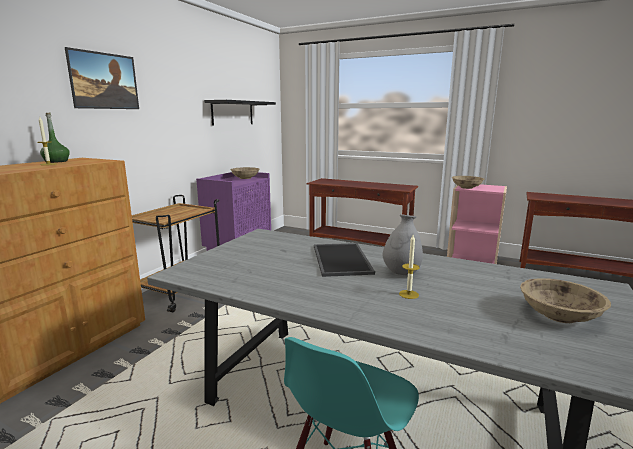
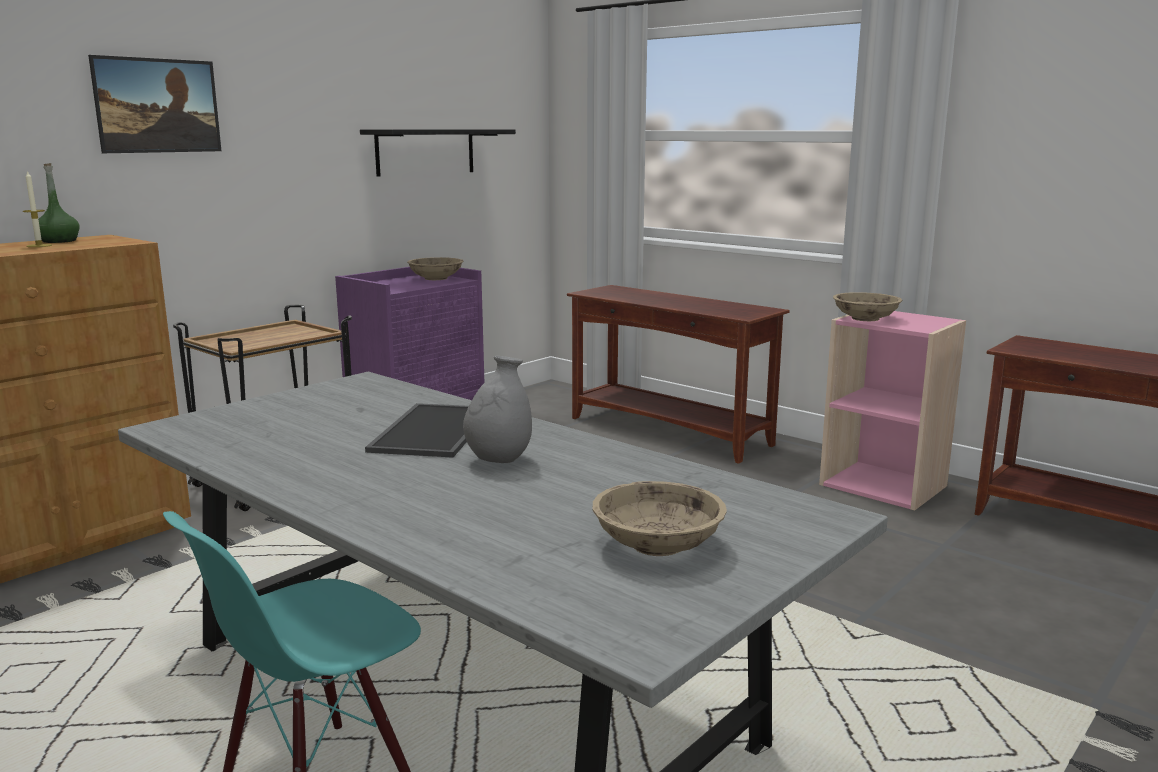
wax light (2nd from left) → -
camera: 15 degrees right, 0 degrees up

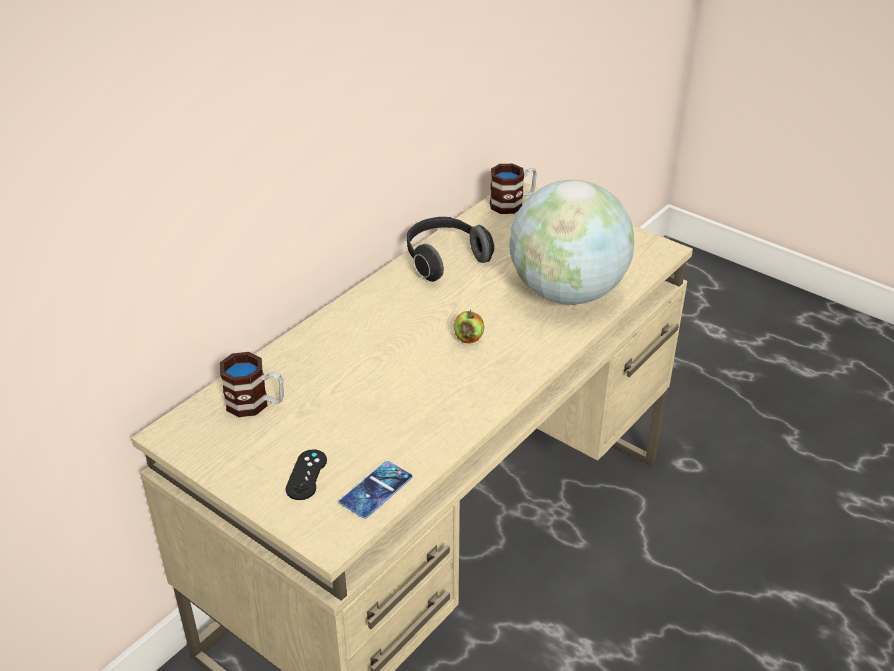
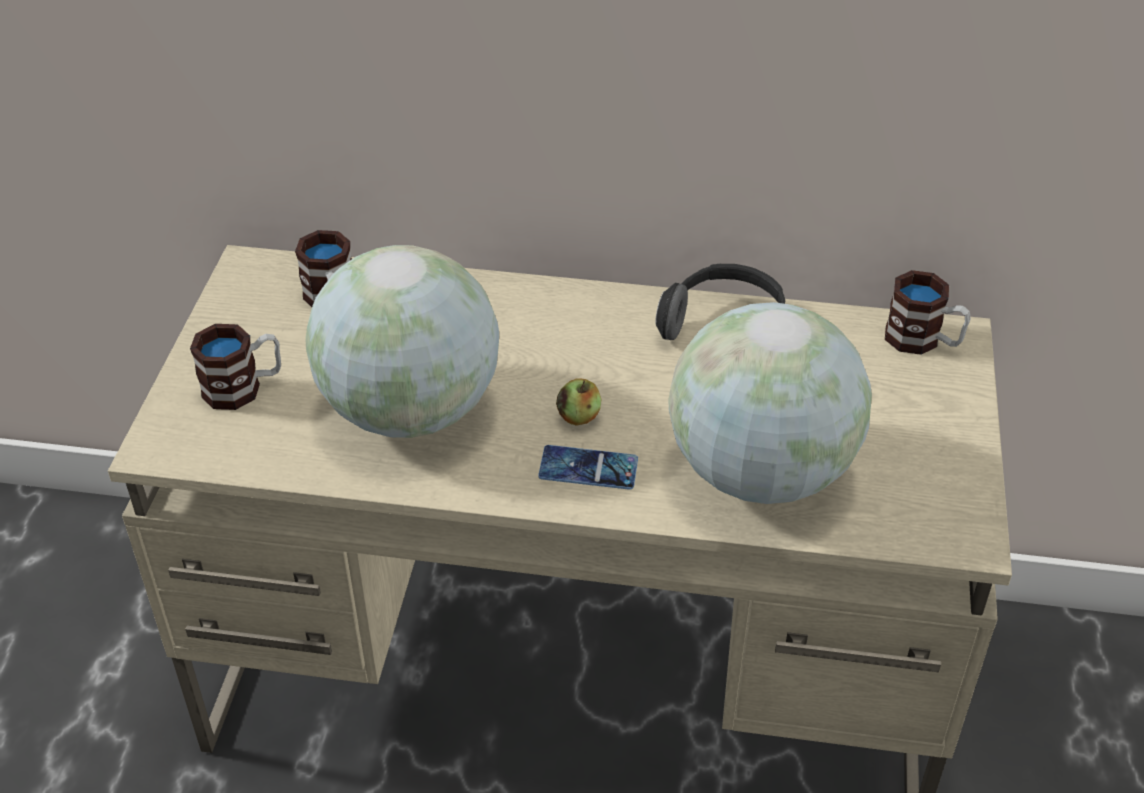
gamepad/black-coloured → tea mug (1st from left)
handset, moved
- → desk globe (1st from left)
camera: 60 degrees right, 5 degrees up

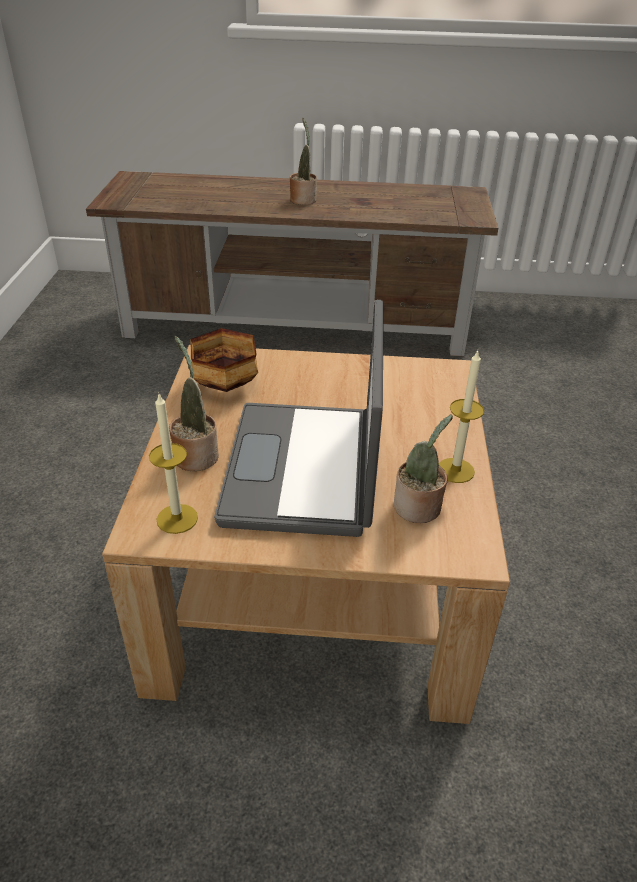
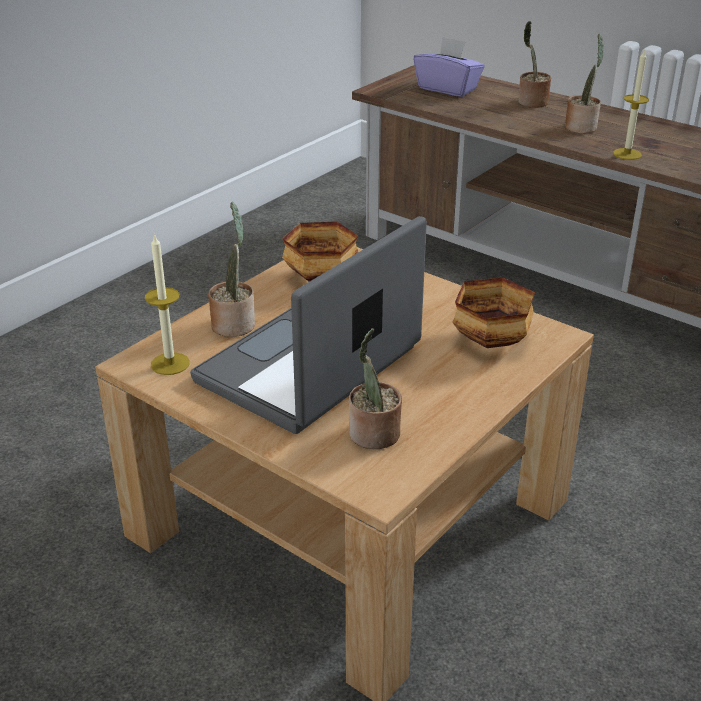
wax light (2nd from left), moved
- → potted plant (3rd from left)
- → tissue holder/purple-coloured
- → serving bowl (2nd from left)
camera: 35 degrees right, 5 degrees down

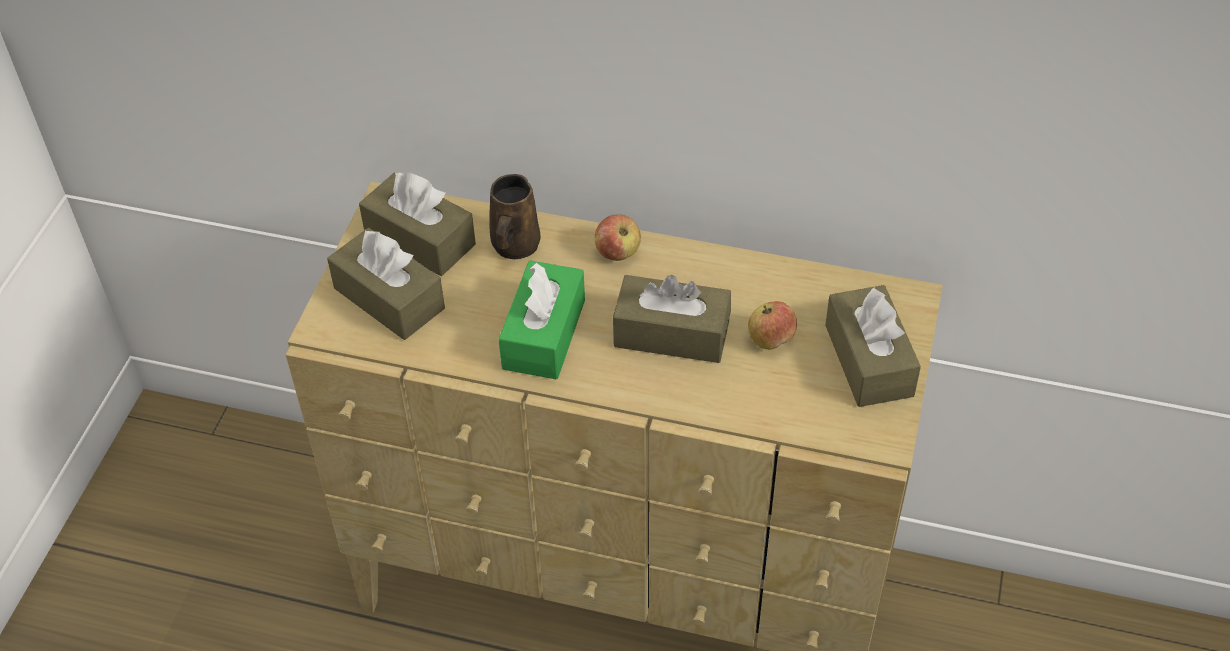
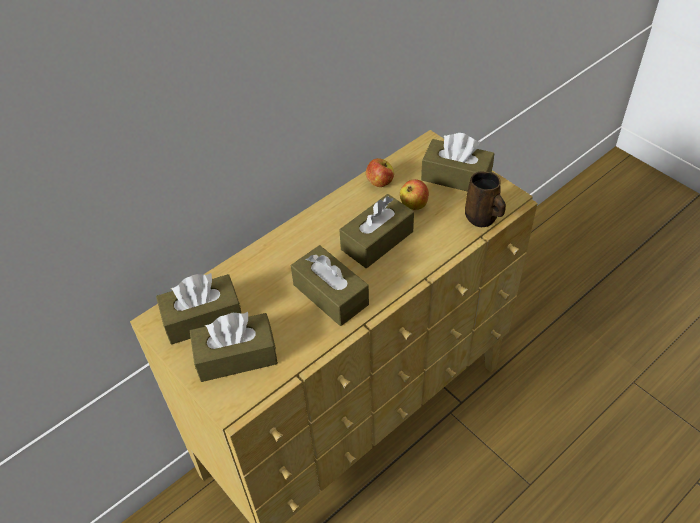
tea mug/brown-coloured, moved
apple (1st from left), moved
tissue holder/green-coloured → tissue holder/brown-coloured (3rd from left)
camera: 55 degrees left, 0 degrees up

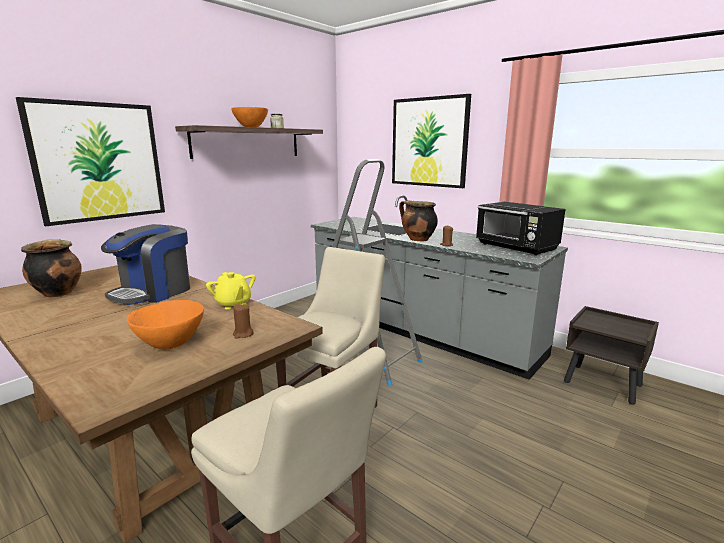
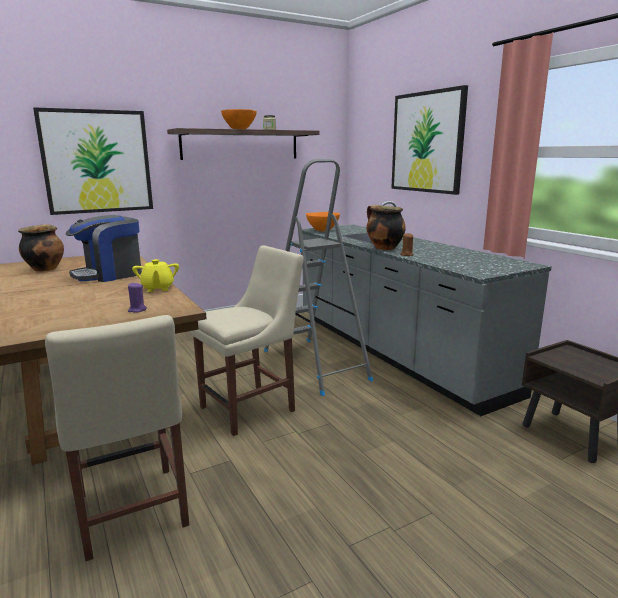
kitchen microwave/black-coloured → -
serving bowl/orange (1st from left in the first image) → serving bowl/orange (2nd from left), moved
wax light/brown-coloured (1st from left) → wax light/purple-coloured
camera: 20 degrees right, 0 degrees up

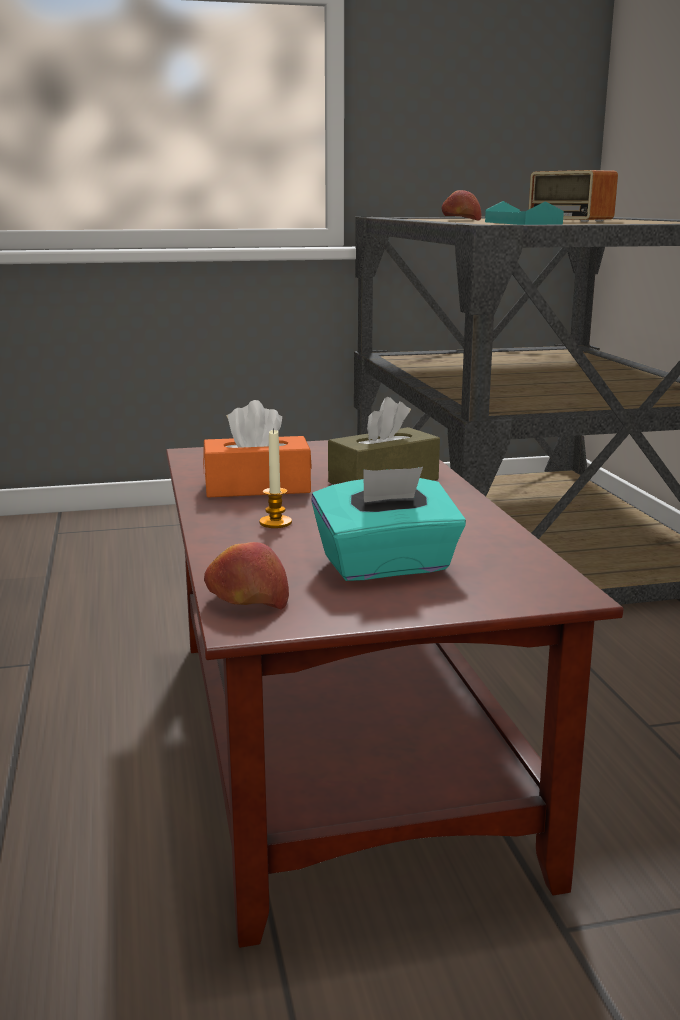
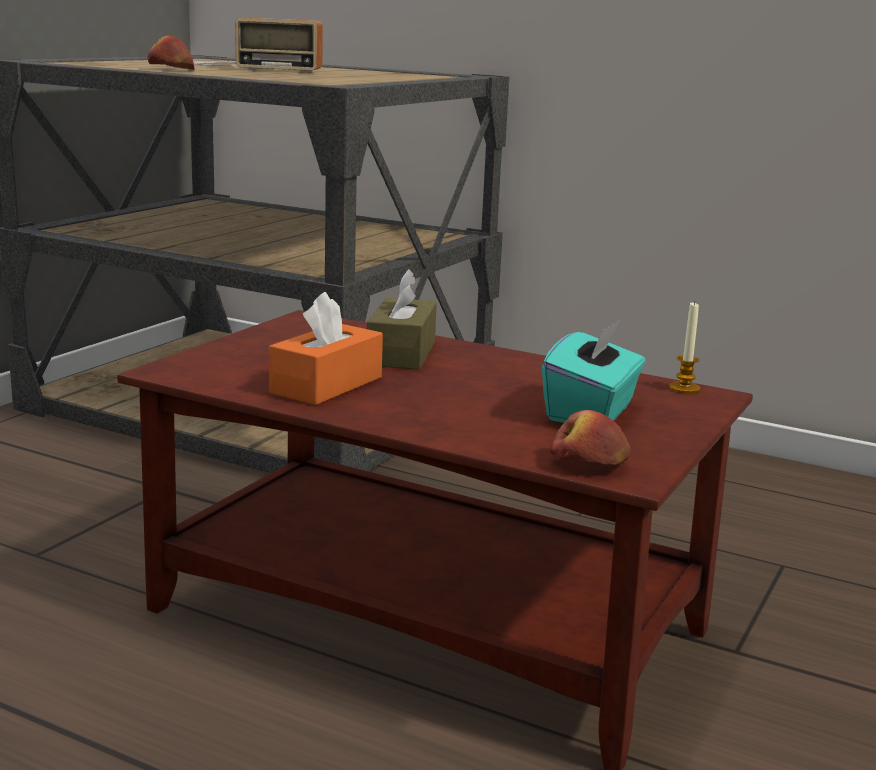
serving tray/turquoise-coloured → -
wax light, moved
camera: 50 degrees left, 0 degrees up

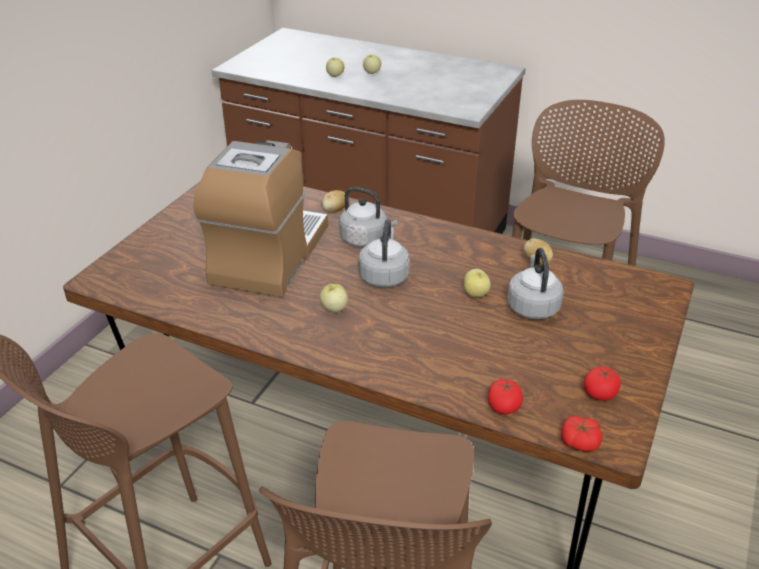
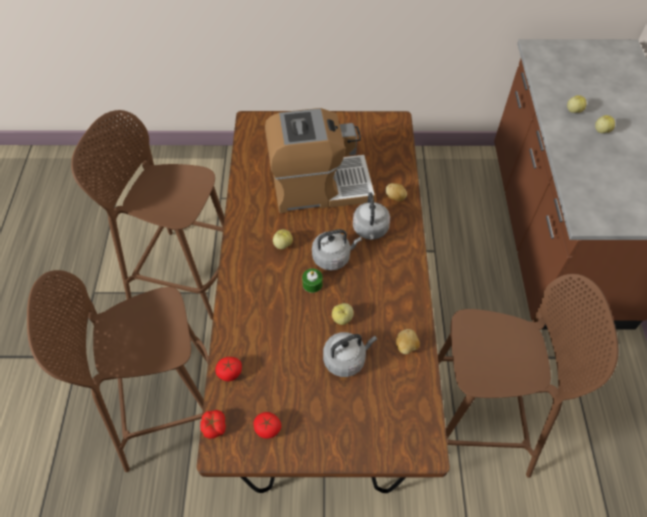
- → wax light/green-coloured
camera: 65 degrees right, 20 degrees up

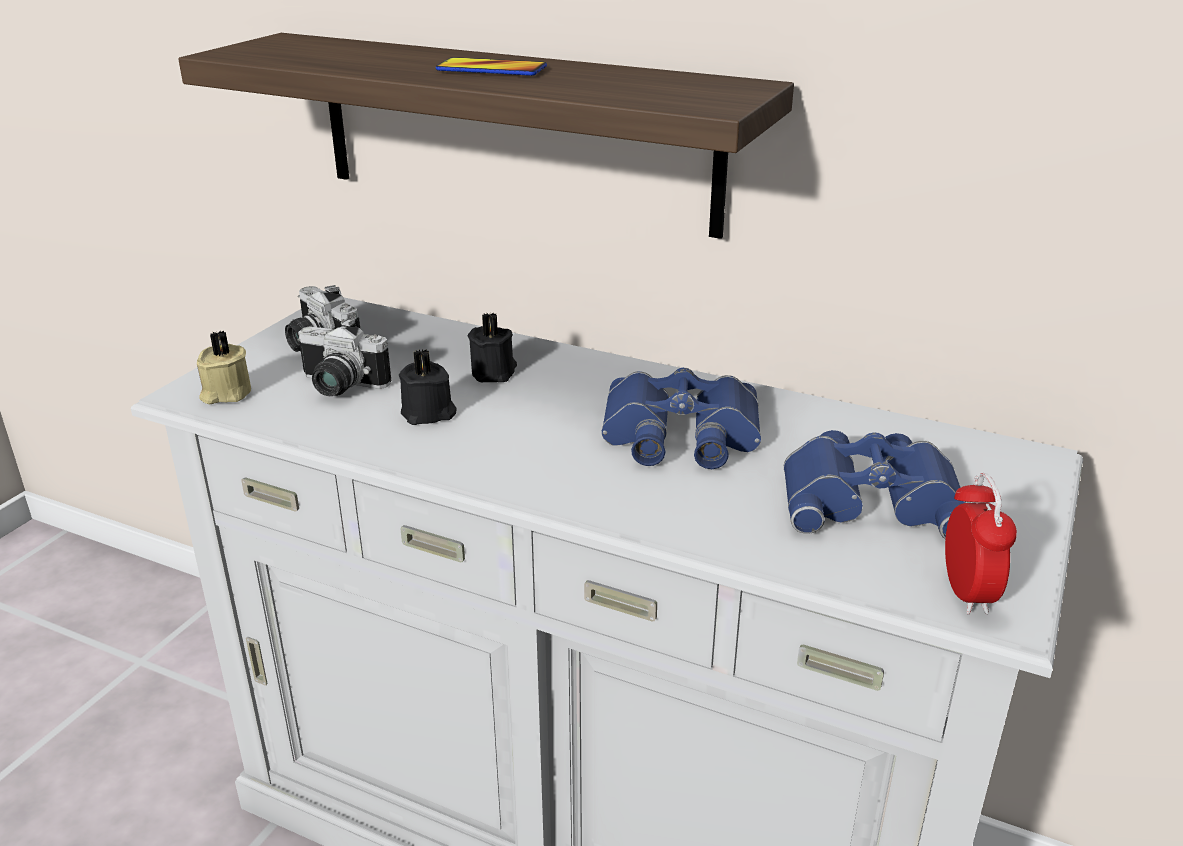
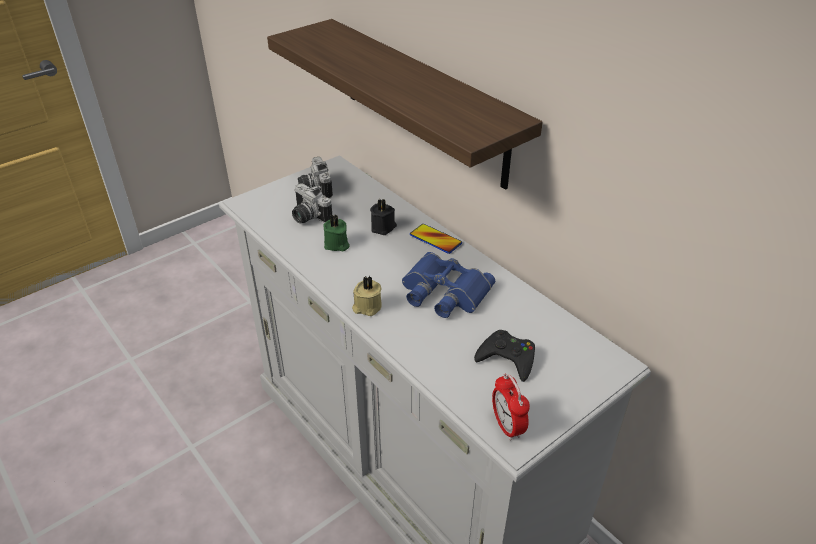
handset, moved
wax light/sand-coloured, moved
wax light/black-coloured (1st from left) → wax light/green-coloured
pair of binoculars/bluish (2nd from left) → gamepad/black-coloured
table clock, 135 degrees clockwise
camera: 25 degrees right, 10 degrees up

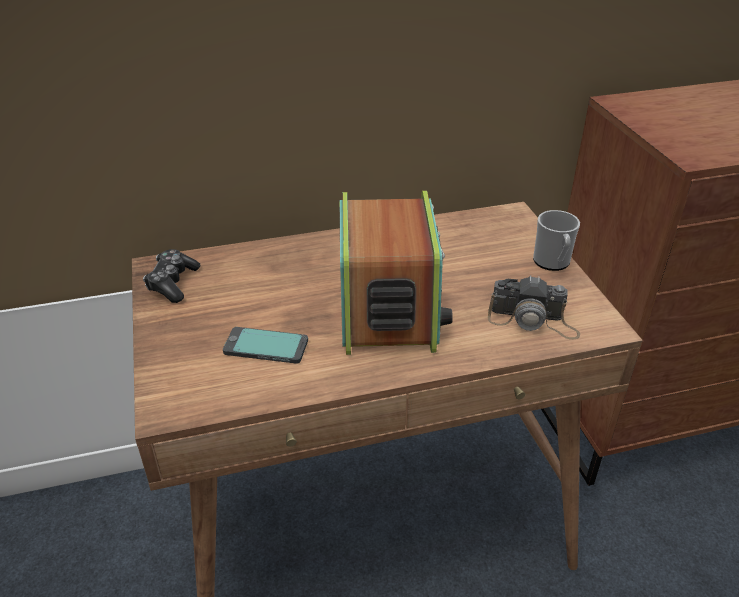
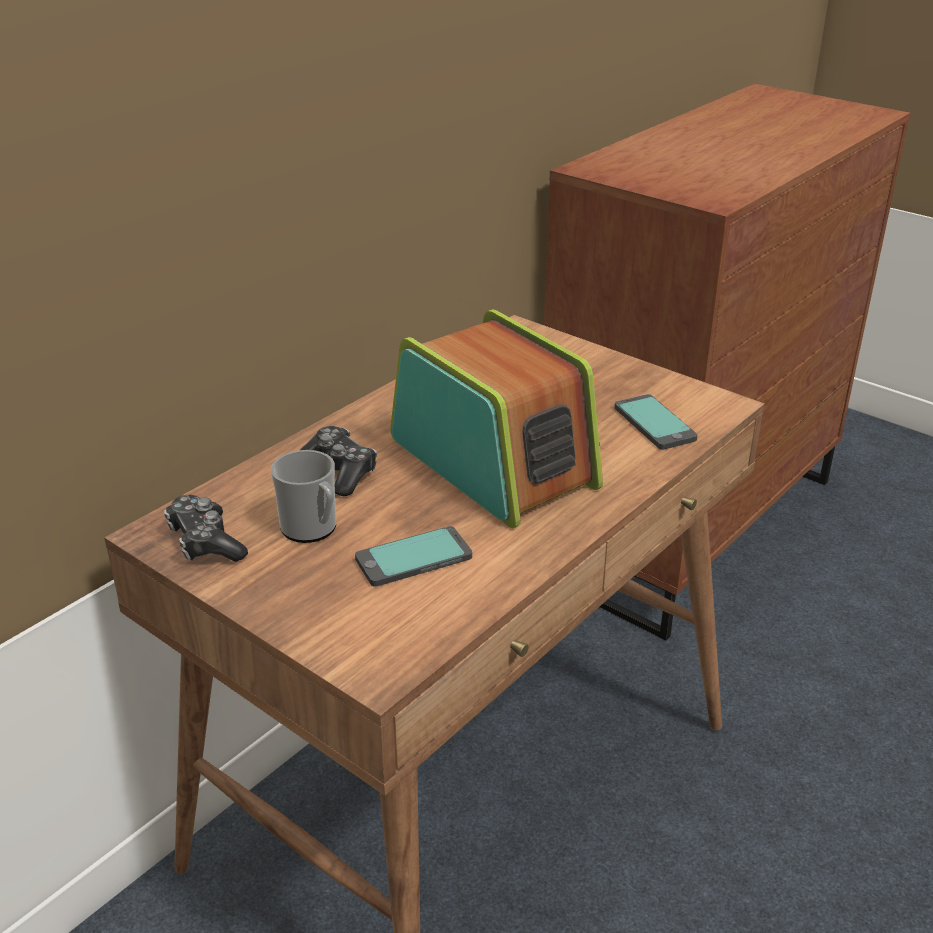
tea mug, moved
still camera → handset (2nd from left)
- → gamepad (2nd from left)
camera: 35 degrees left, 5 degrees down

